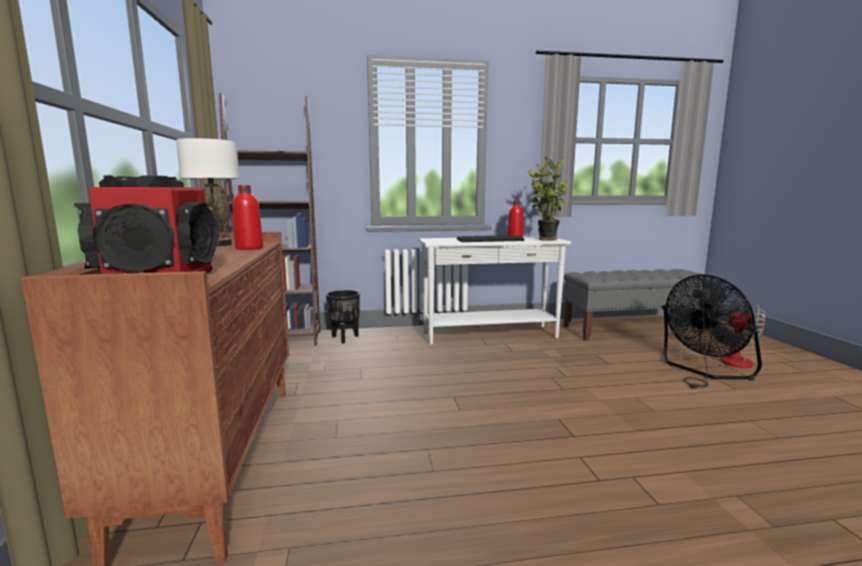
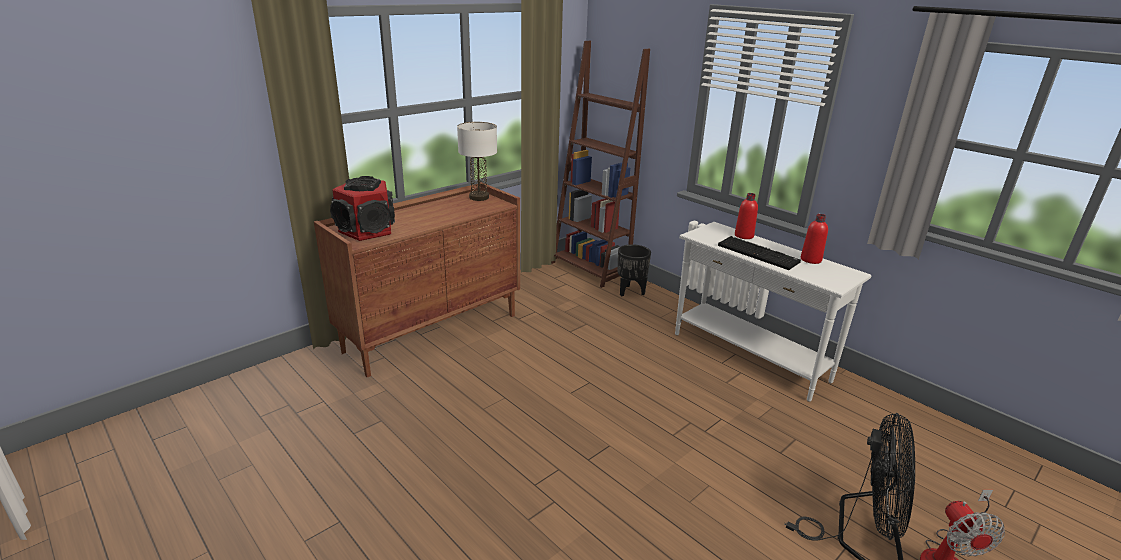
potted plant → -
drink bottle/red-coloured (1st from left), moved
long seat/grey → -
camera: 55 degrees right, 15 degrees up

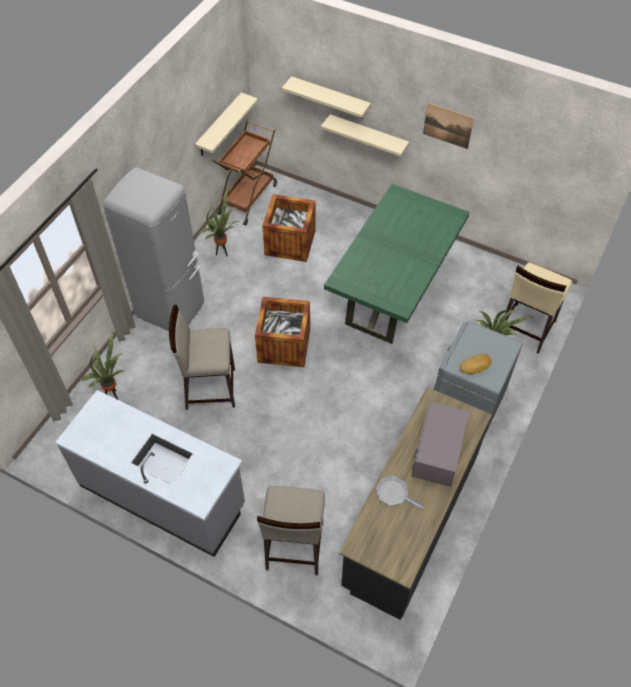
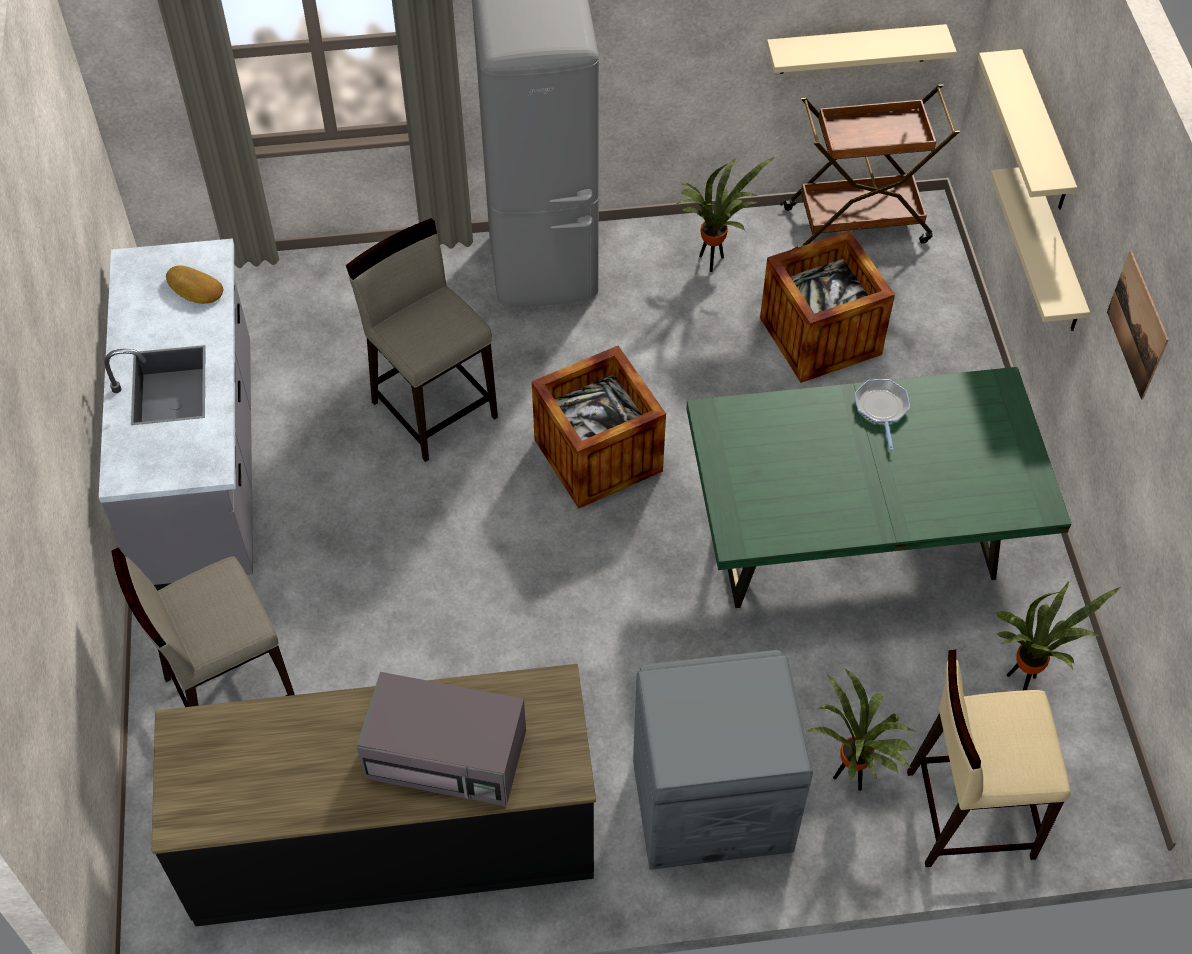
potted plant (1st from left in the first image) → potted plant (3rd from left), moved
baked bread, moved
kitchen microwave/grey, 150 degrees counterclockwise
pan, moved
camera: 55 degrees right, 0 degrees up

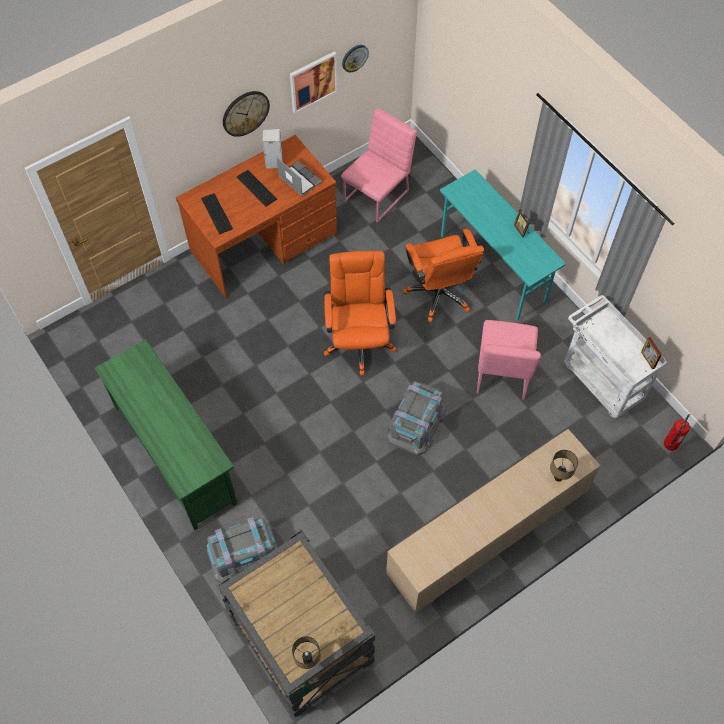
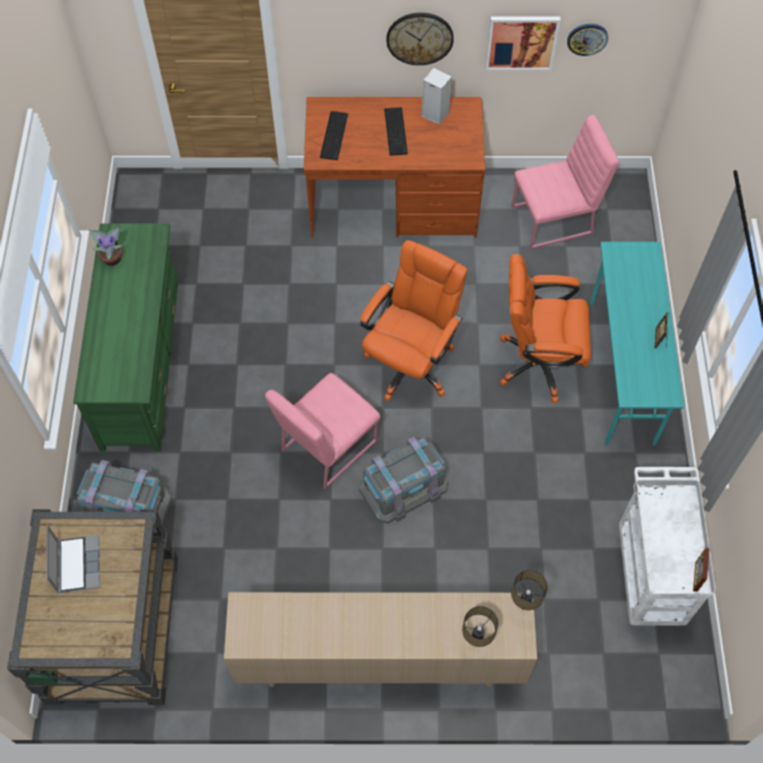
laptop, moved
desk chair/orange (2nd from left), 75 degrees clockwise
chair/pinkish (2nd from left in the first image) → chair/pinkish (1st from left), moved
fire extinguisher → -
lamp for a table (1st from left in the first image) → lamp for a table (2nd from left), moved
- → potted plant
camera: 35 degrees right, 0 degrees up

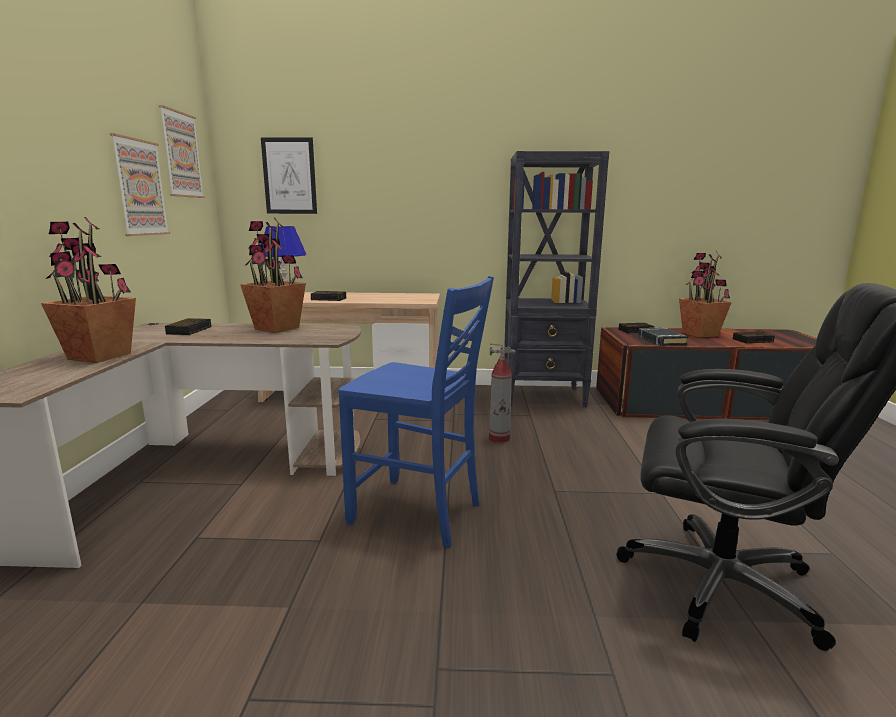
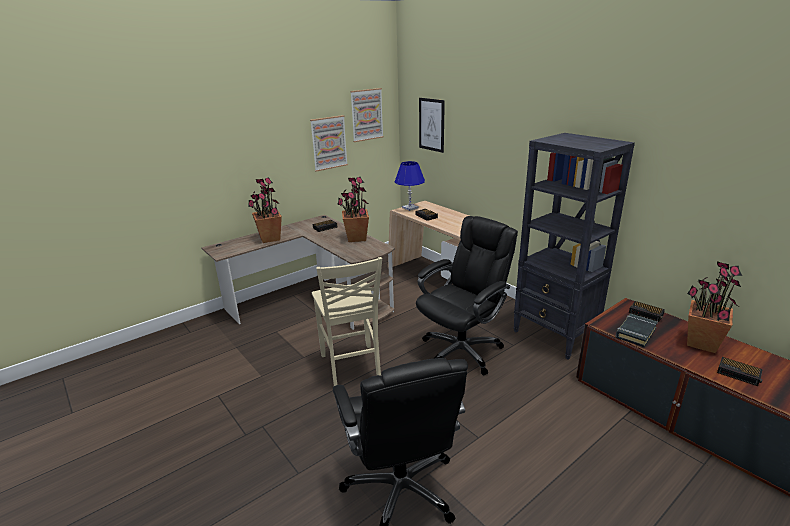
chair/bluish → chair/sand-coloured
fire extinguisher → desk chair/black-coloured (2nd from left)
camera: 50 degrees right, 10 degrees up

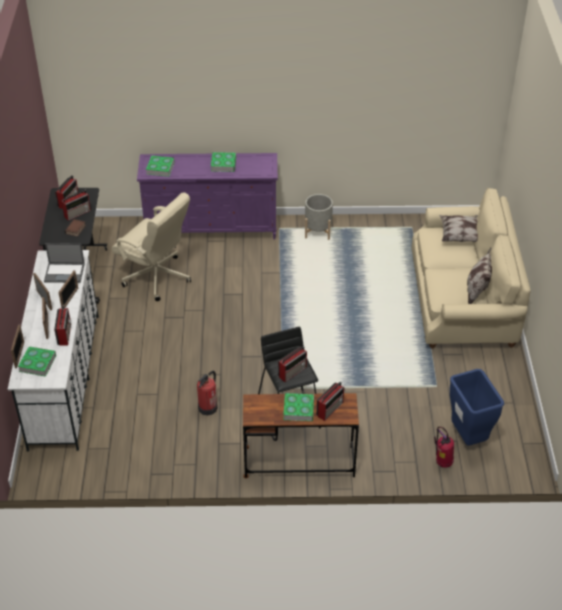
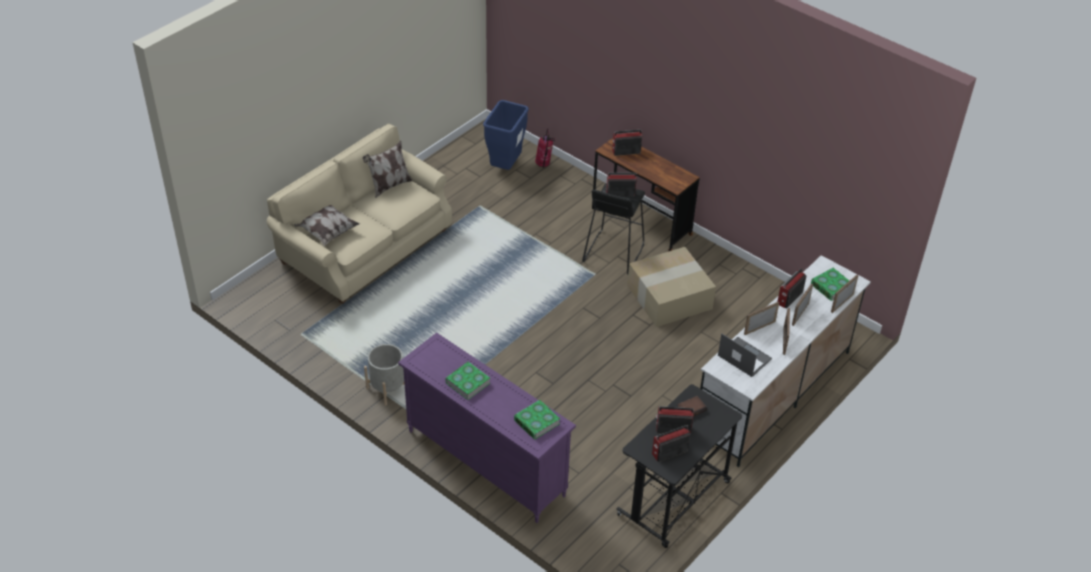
desk chair/sand-coloured → -
fire extinguisher (1st from left) → packing box
volume (5th from left) → -
camera: 140 degrees left, 0 degrees up

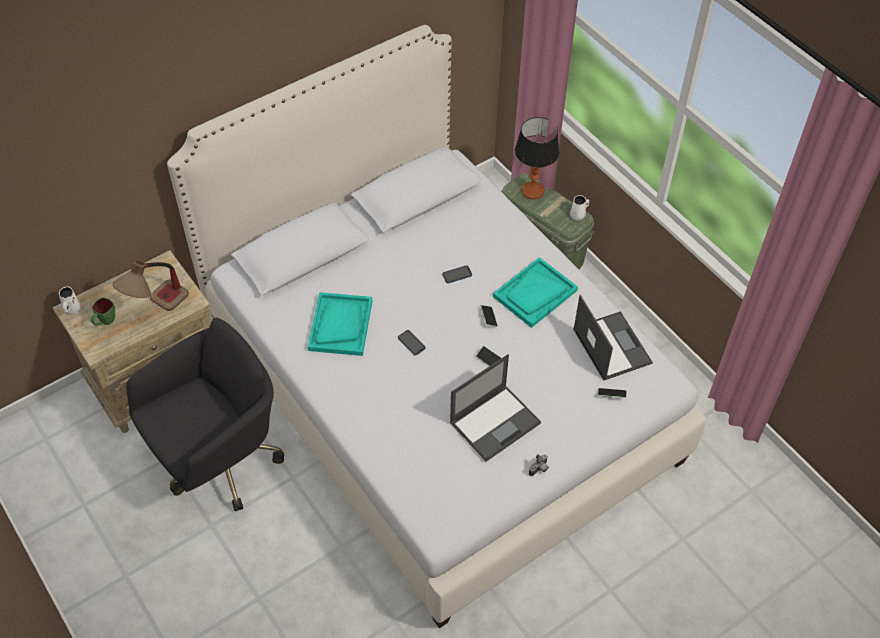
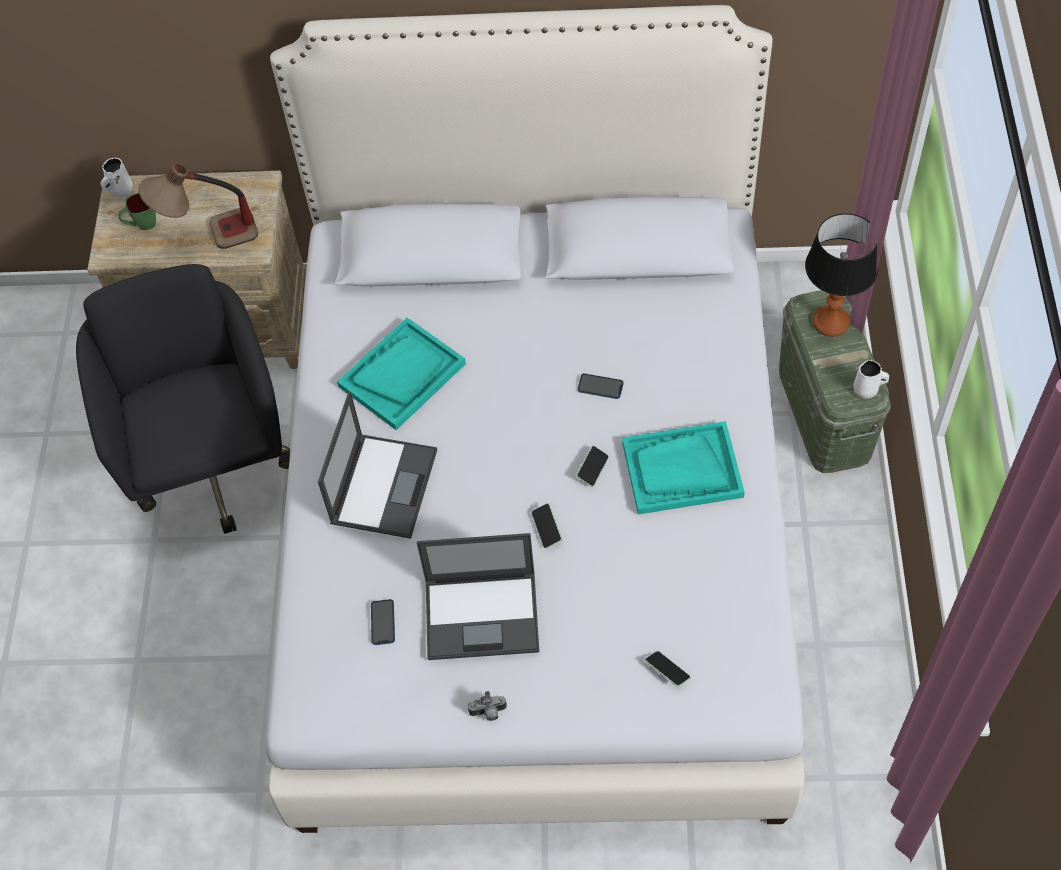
laptop (2nd from left in the first image) → laptop (1st from left), moved
desk chair/black-coloured, 105 degrees counterclockwise
handset (1st from left), moved
camera: 40 degrees right, 5 degrees up

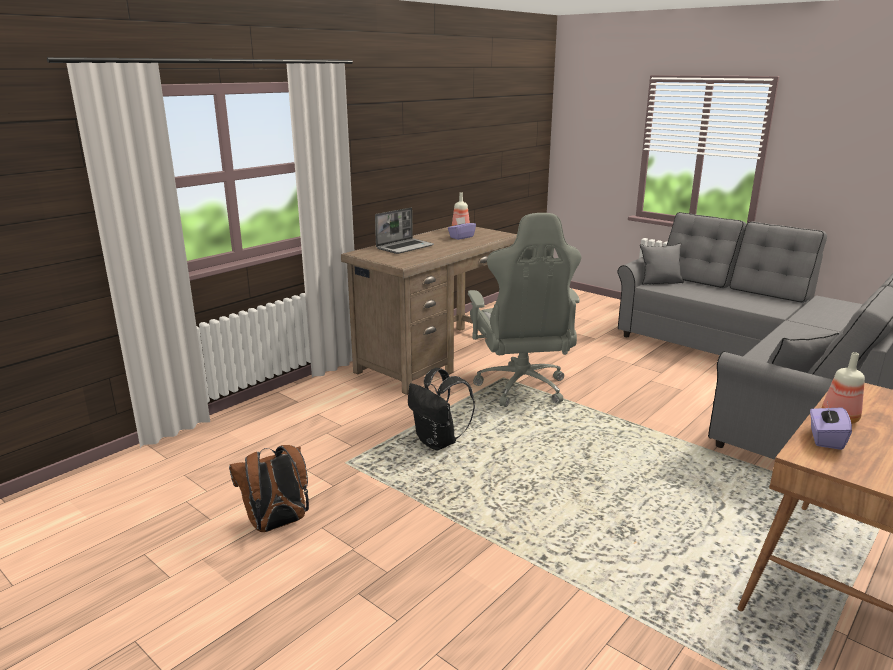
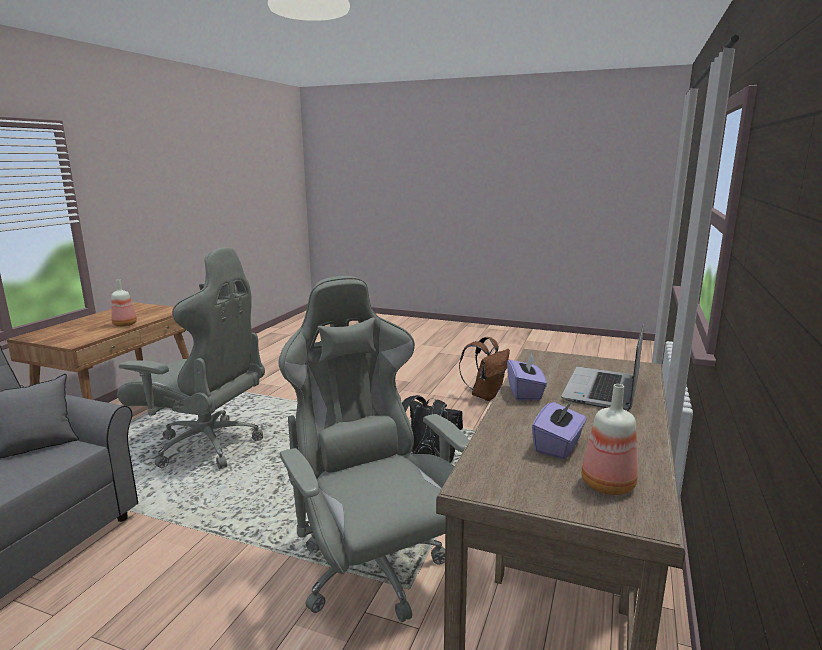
tissue holder/purple-coloured (2nd from left in the first image) → tissue holder/purple-coloured (1st from left), moved
- → desk chair/grey (1st from left)
camera: 160 degrees right, 5 degrees down

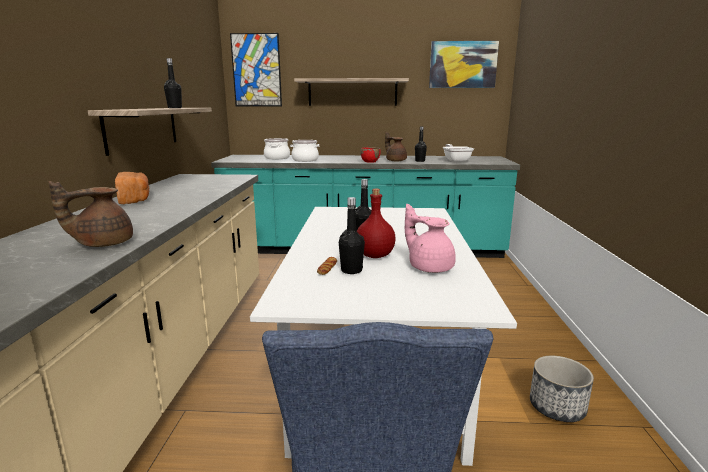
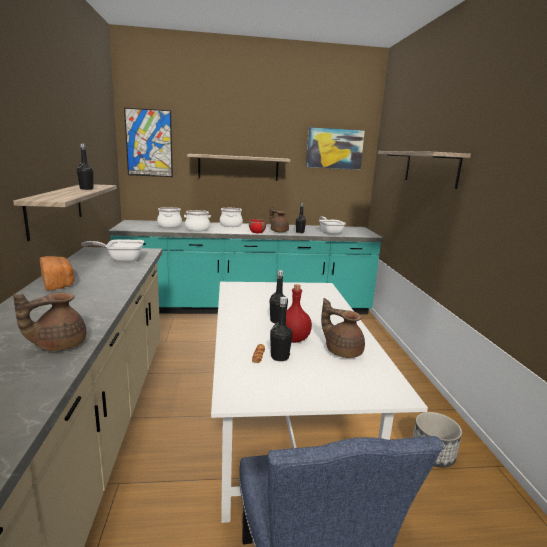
teapot/pinkish → teapot/brown-coloured (3rd from left)
- → wall shelf (3rd from left)
- → stockpot (3rd from left)
- → pan (1st from left)
camera: 10 degrees left, 0 degrees up

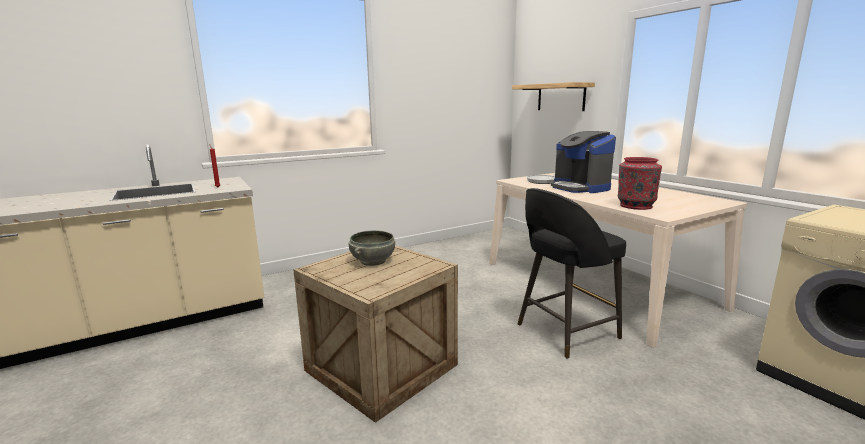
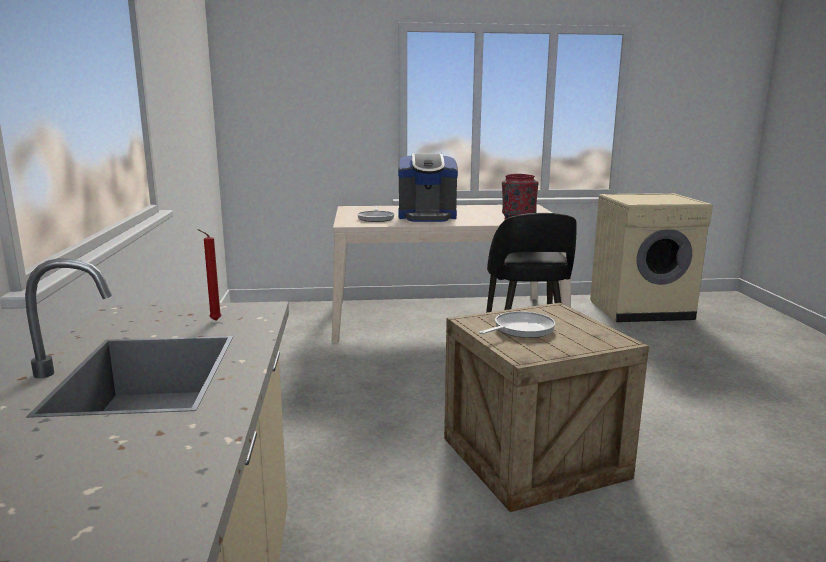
wall shelf → -
serving bowl/grey → pan (2nd from left)
camera: 65 degrees left, 0 degrees up

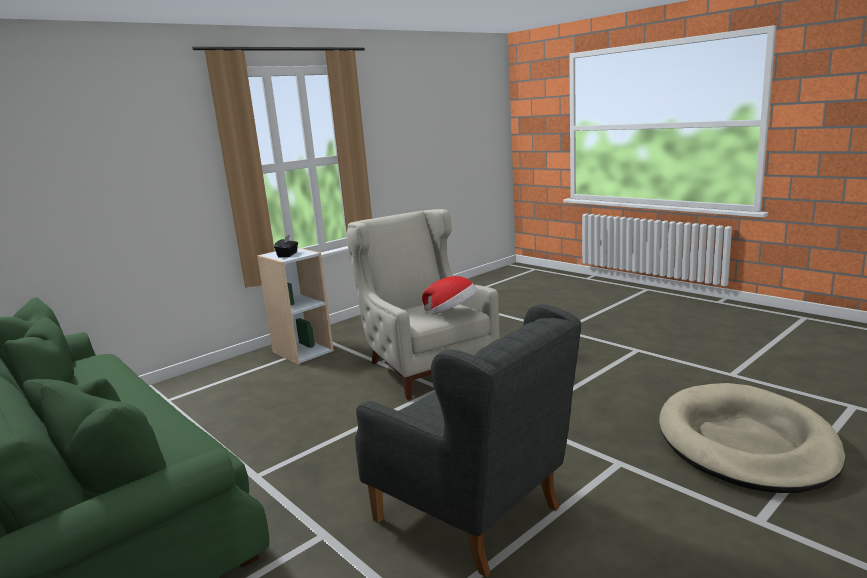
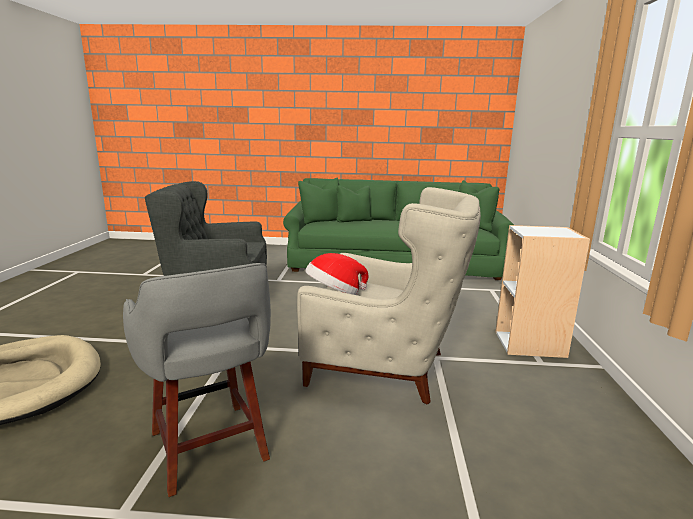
tissue holder/black-coloured → -
- → stool seat/grey
camera: 135 degrees right, 0 degrees up

